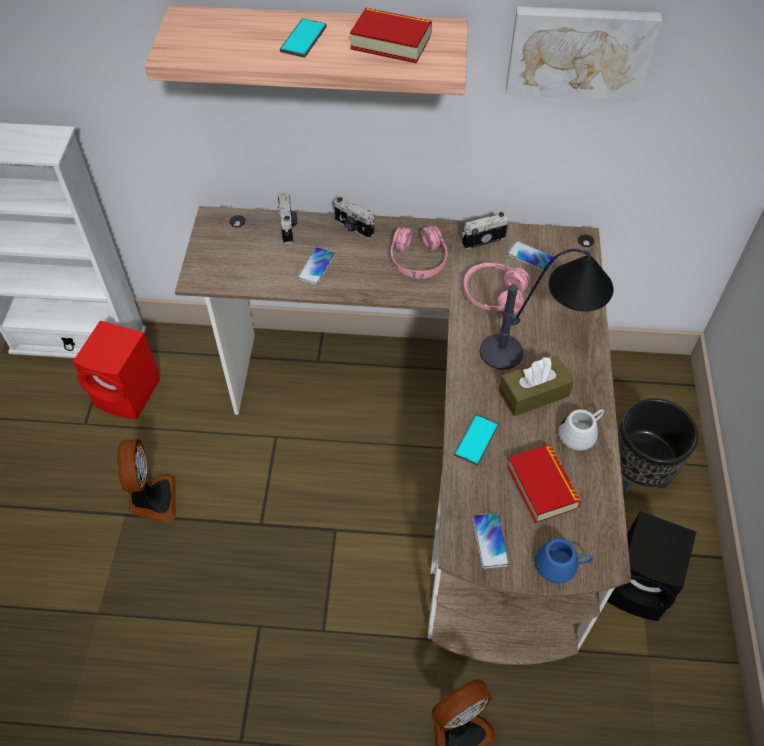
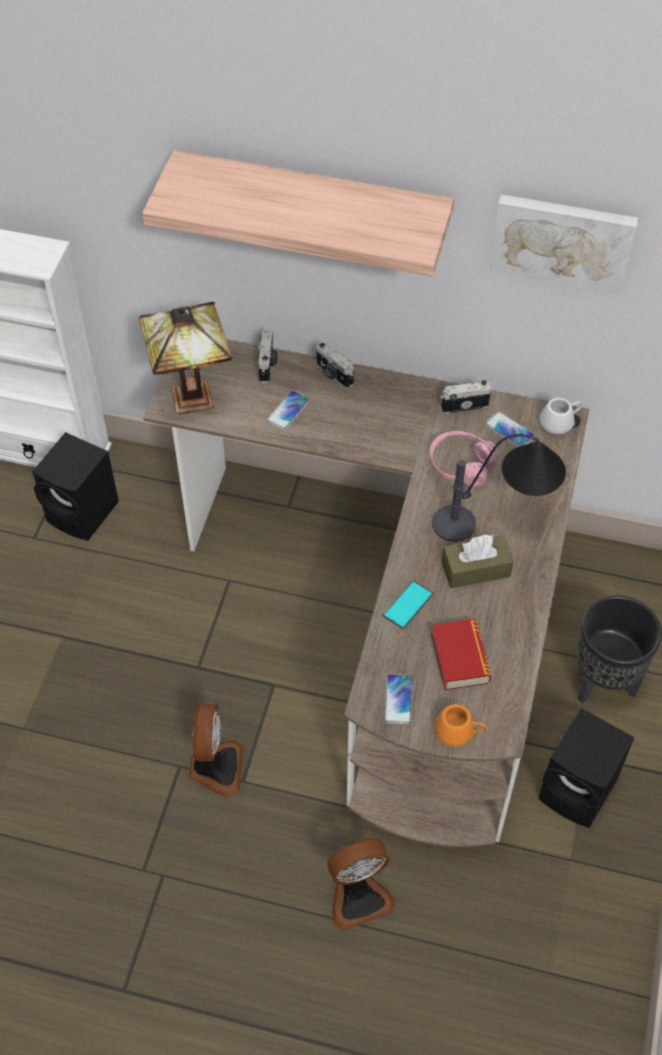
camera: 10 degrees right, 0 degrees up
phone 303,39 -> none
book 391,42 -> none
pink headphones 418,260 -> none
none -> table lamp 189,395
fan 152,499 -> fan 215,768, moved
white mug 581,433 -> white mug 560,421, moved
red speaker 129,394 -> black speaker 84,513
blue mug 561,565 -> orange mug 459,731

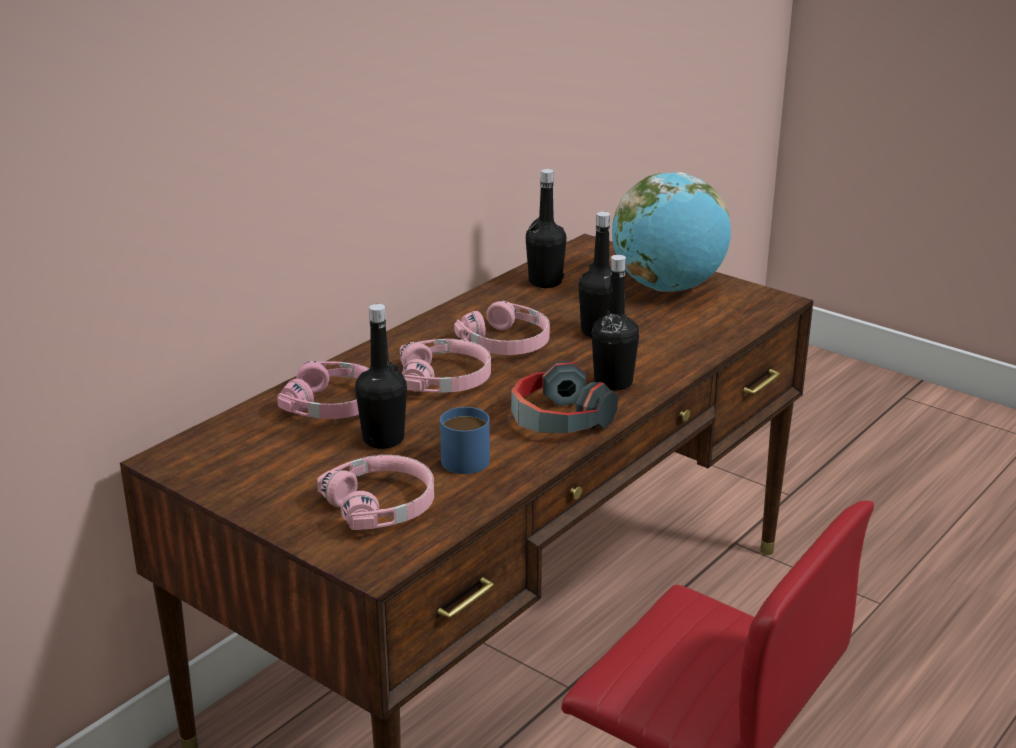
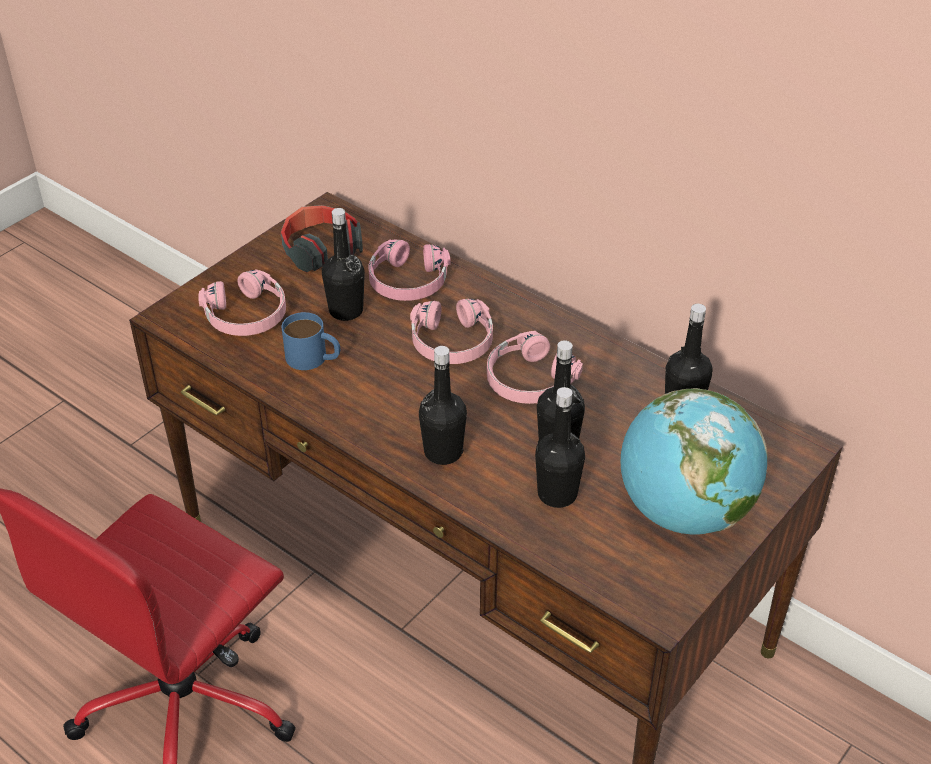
camera: 90 degrees right, 15 degrees up
none -> black bottle 557,494
headphones 558,420 -> headphones 321,249, moved

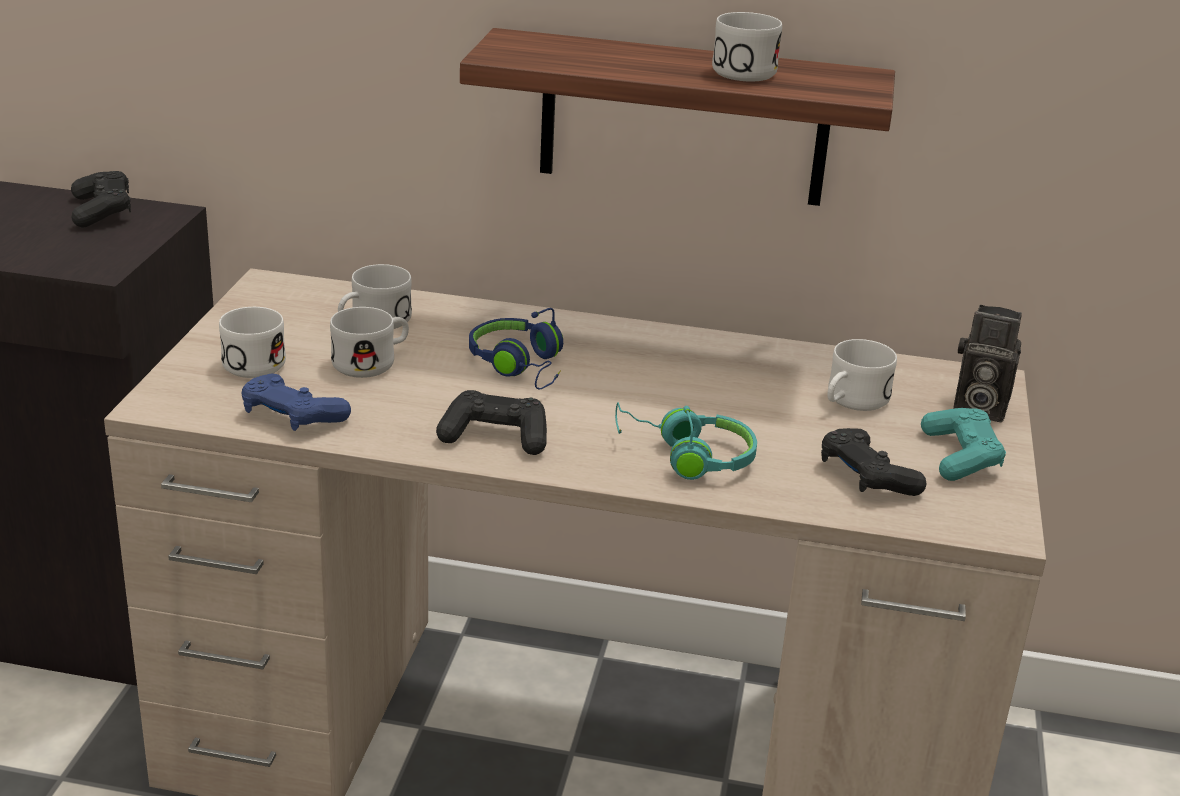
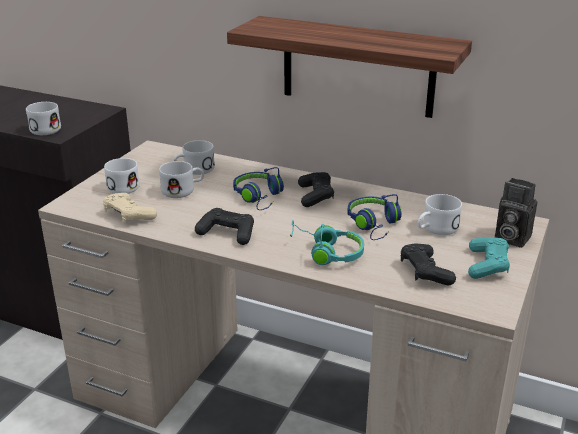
camera: 15 degrees right, 0 degrees up
none -> blue headphones 374,225
black game controller 102,211 -> black game controller 315,196, moved
white mug 740,69 -> white mug 47,128, moved
blue game controller 292,416 -> beige game controller 129,215

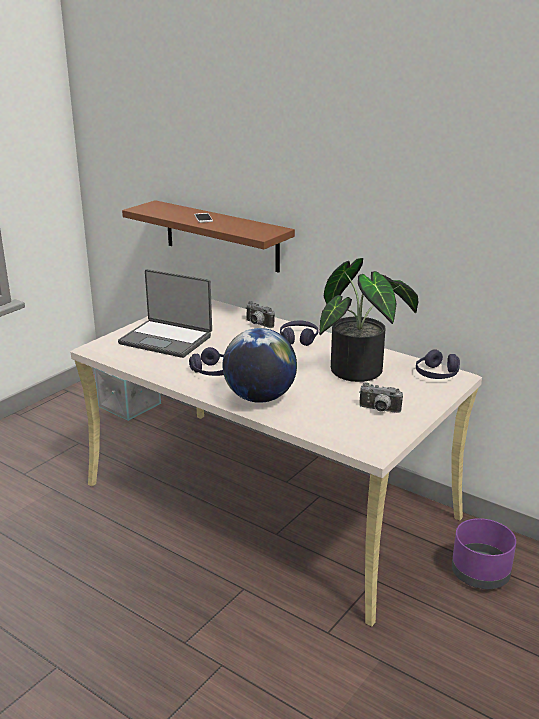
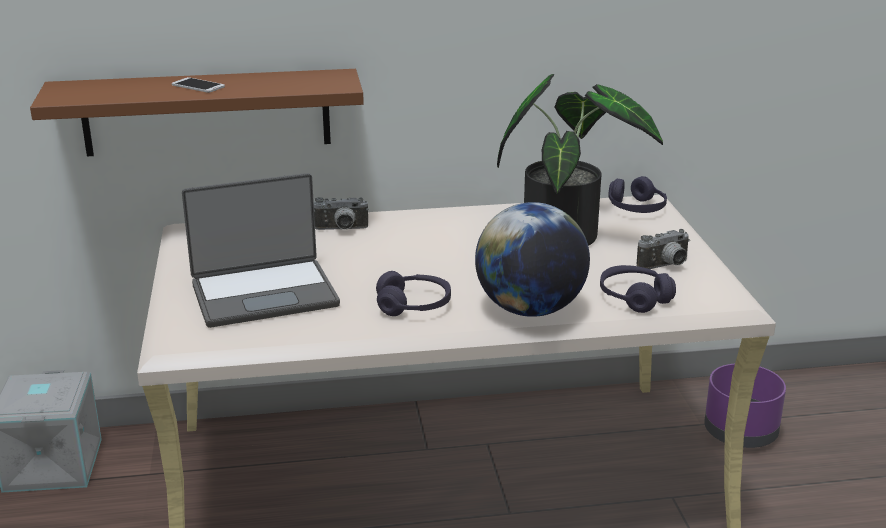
camera: 45 degrees left, 0 degrees up
purple headphones 298,339 -> purple headphones 634,298, moved

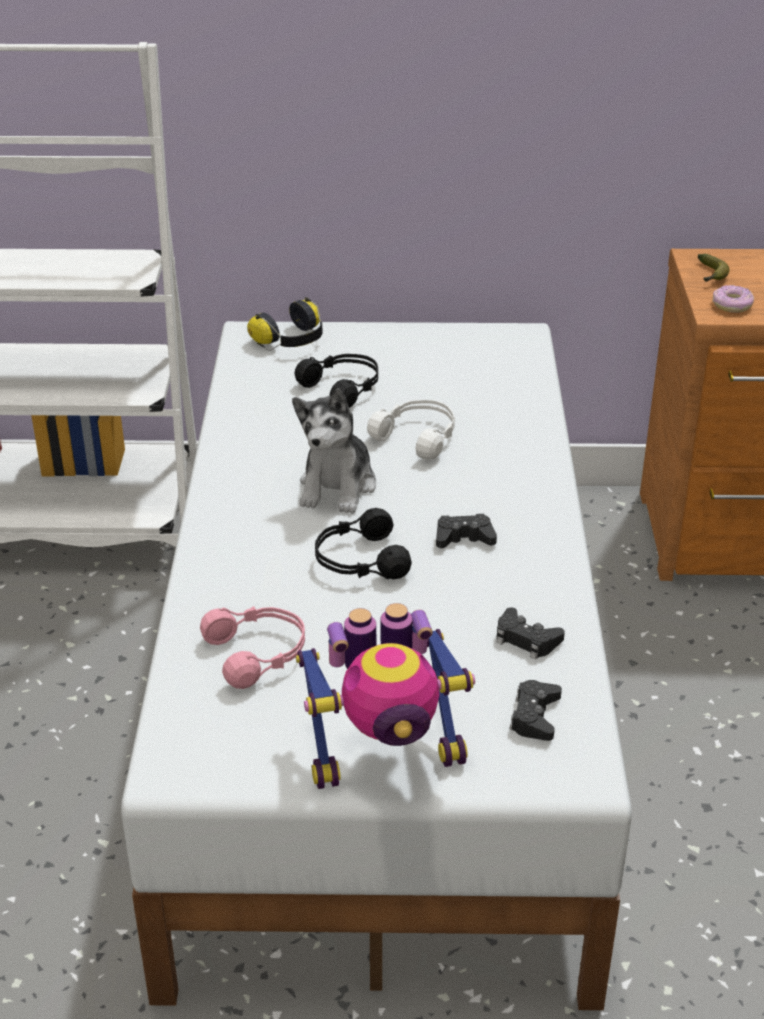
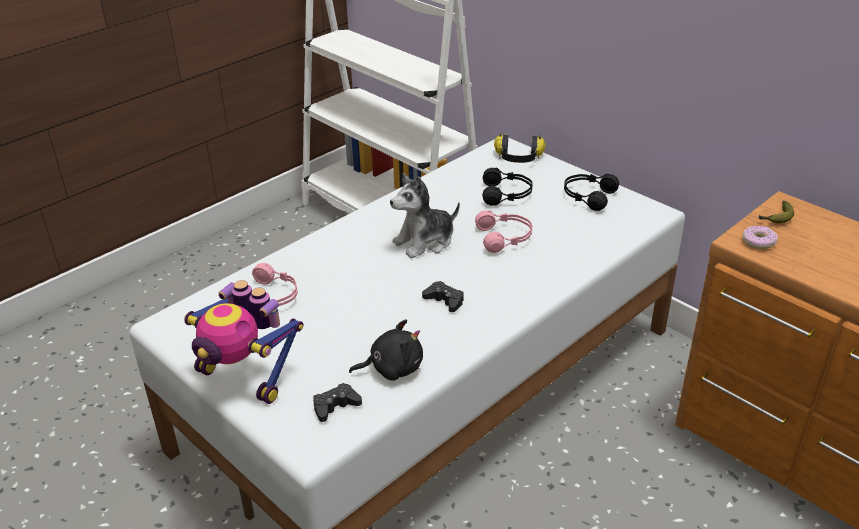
camera: 45 degrees right, 0 degrees up
black headphones 359,561 -> black headphones 588,197, moved
black game controller 526,639 -> black plush toy 392,368
white headphones 418,437 -> pink headphones 505,238

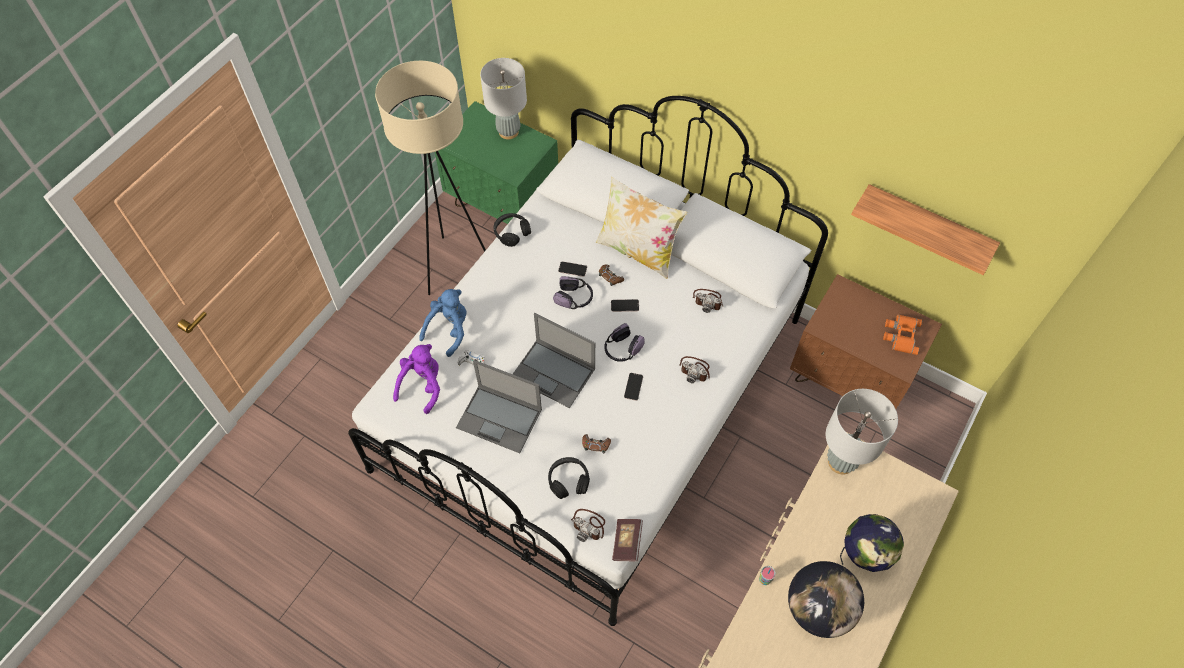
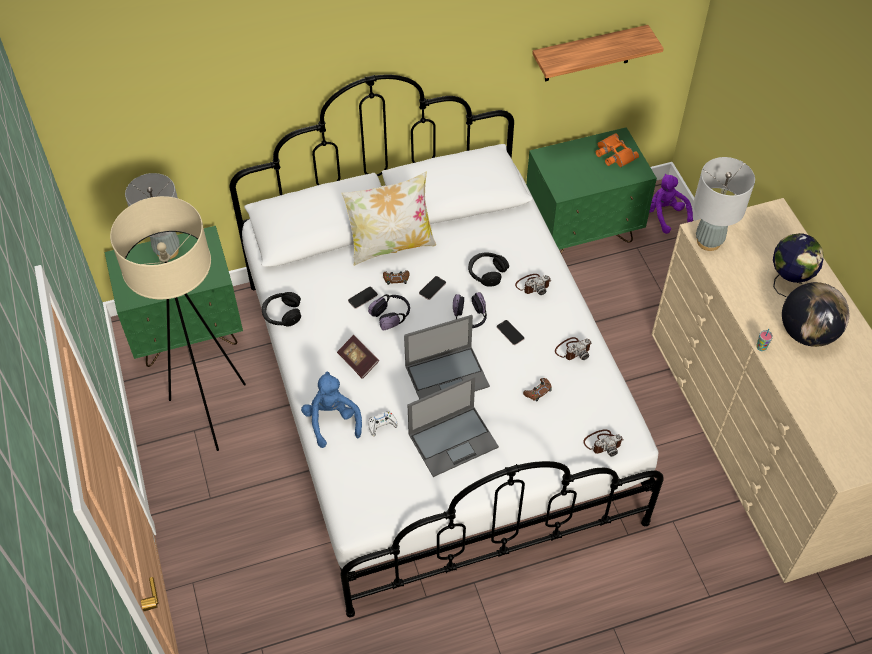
camera: 50 degrees left, 5 degrees down
purple plush toy 422,385 -> purple plush toy 665,215, moved
black headphones 568,480 -> black headphones 487,272, moved
book 627,543 -> book 358,361, moved
photo camera 708,300 -> photo camera 573,350, moved
brown nightstand 848,380 -> green nightstand 582,232

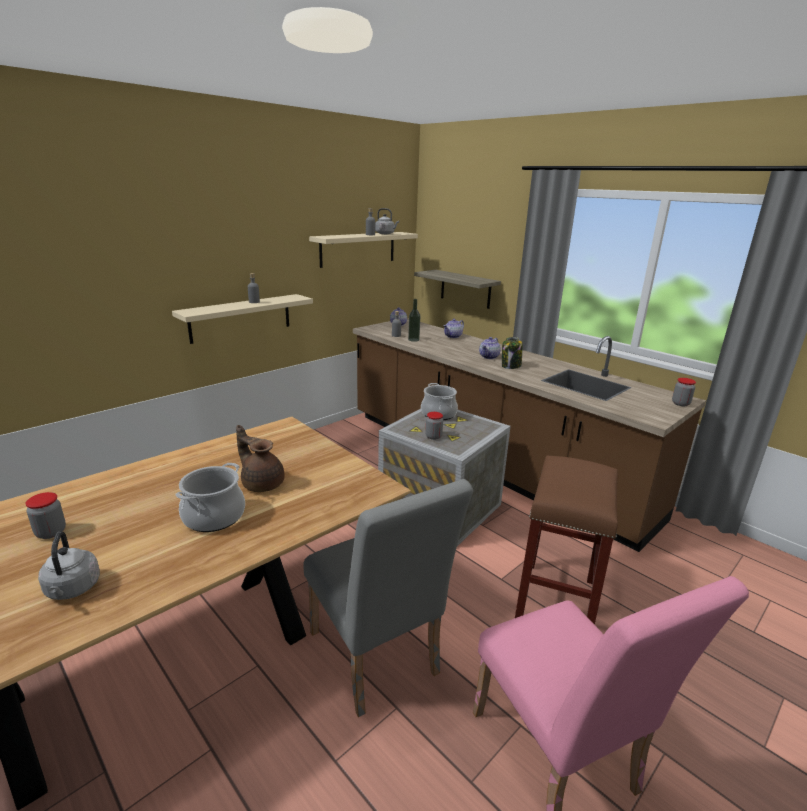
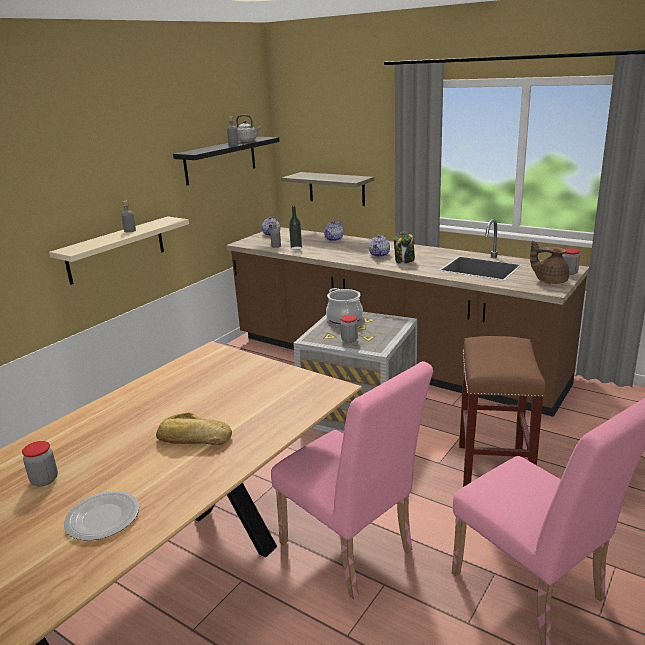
camera: 10 degrees left, 0 degrees up
brown teapot 262,483 -> brown teapot 550,281, moved
grey kettle 72,589 -> plate 103,518
cooking pot 214,516 -> bread 193,439
grey chair 377,660 -> pink chair 352,552
beige shelf 358,249 -> black shelf 220,160

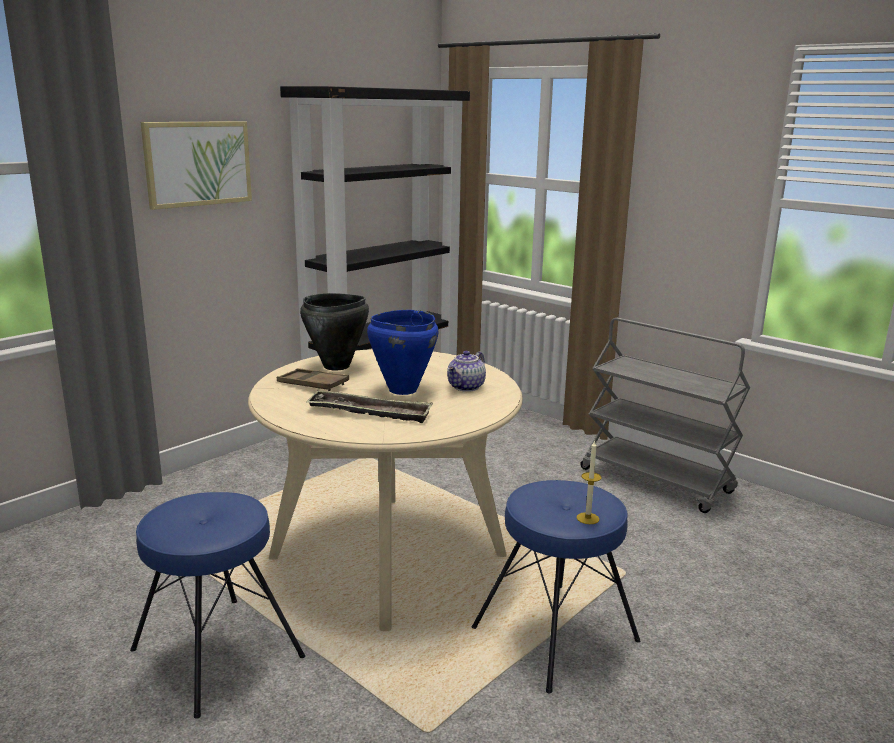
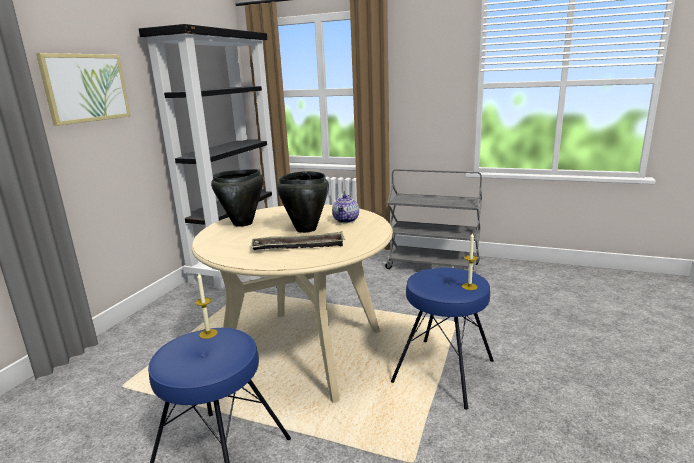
camera: 20 degrees left, 0 degrees up
brown tray 312,384 -> none
none -> candle 208,334
blue cooking pot 402,390 -> black cooking pot 305,229

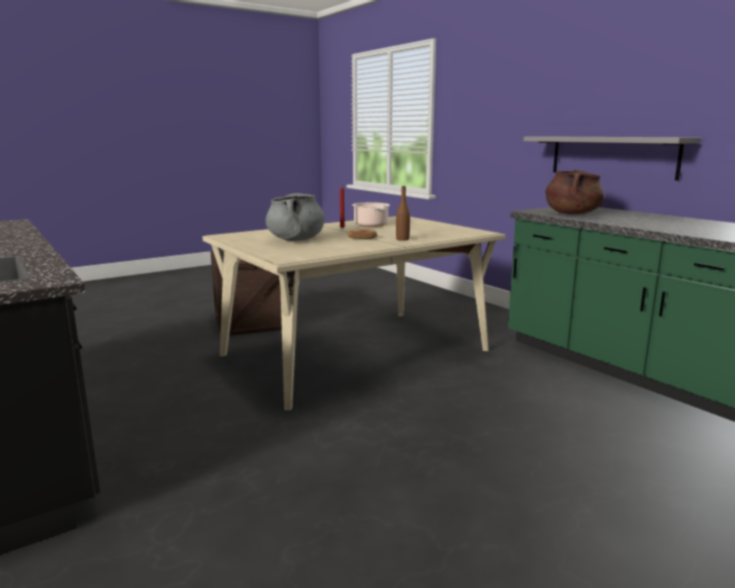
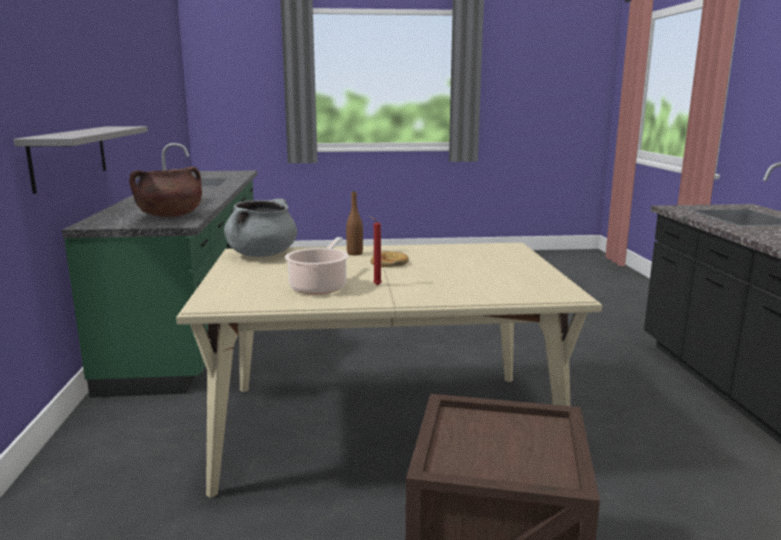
camera: 150 degrees left, 0 degrees up
grey cooking pot 296,240 -> grey cooking pot 262,254, moved

